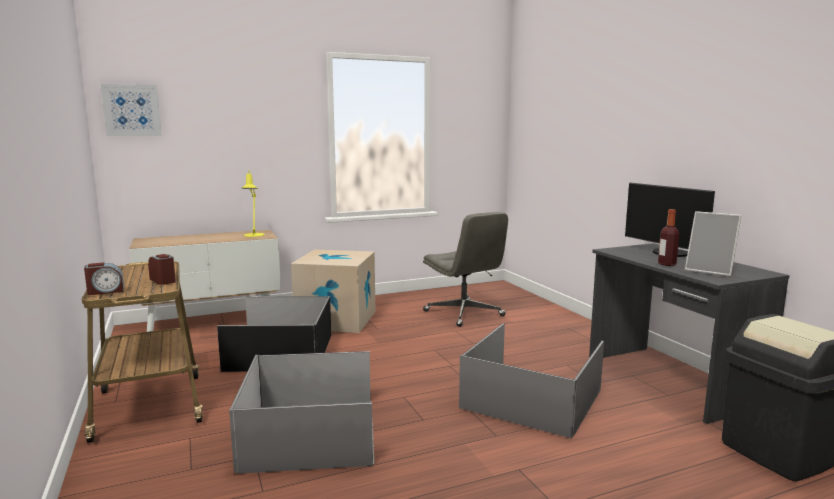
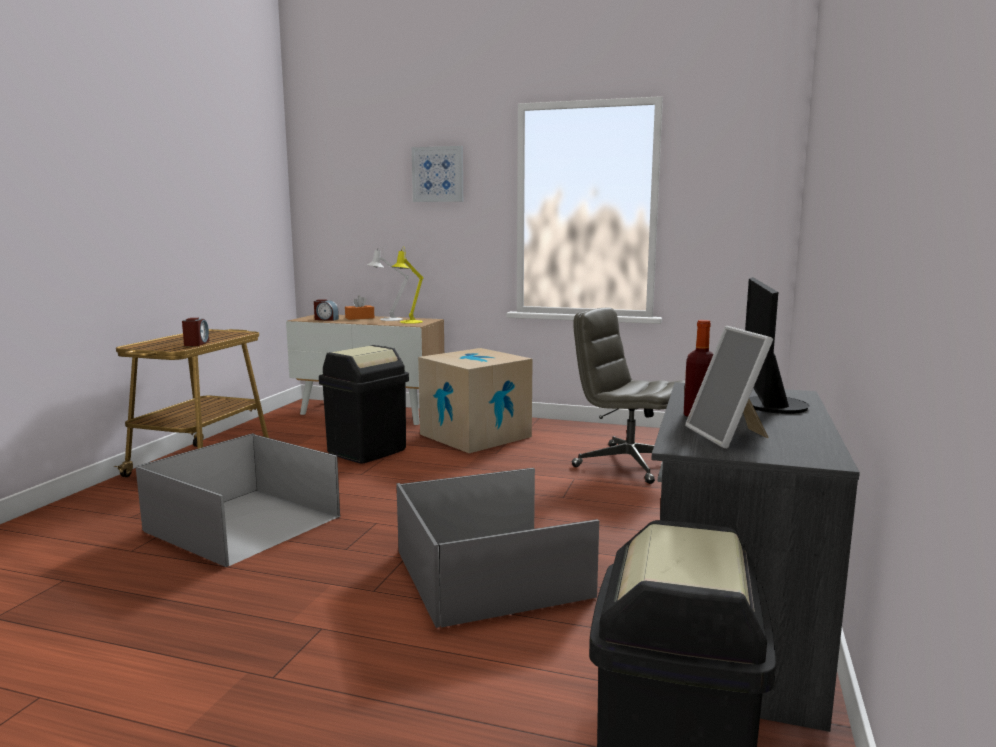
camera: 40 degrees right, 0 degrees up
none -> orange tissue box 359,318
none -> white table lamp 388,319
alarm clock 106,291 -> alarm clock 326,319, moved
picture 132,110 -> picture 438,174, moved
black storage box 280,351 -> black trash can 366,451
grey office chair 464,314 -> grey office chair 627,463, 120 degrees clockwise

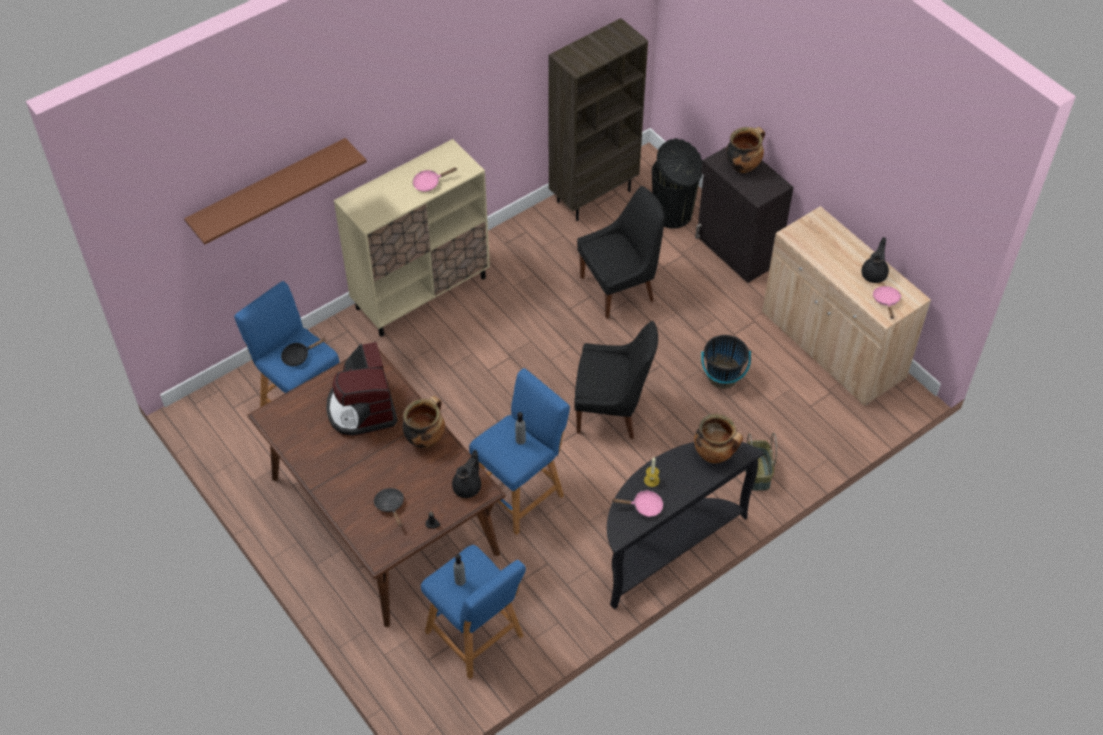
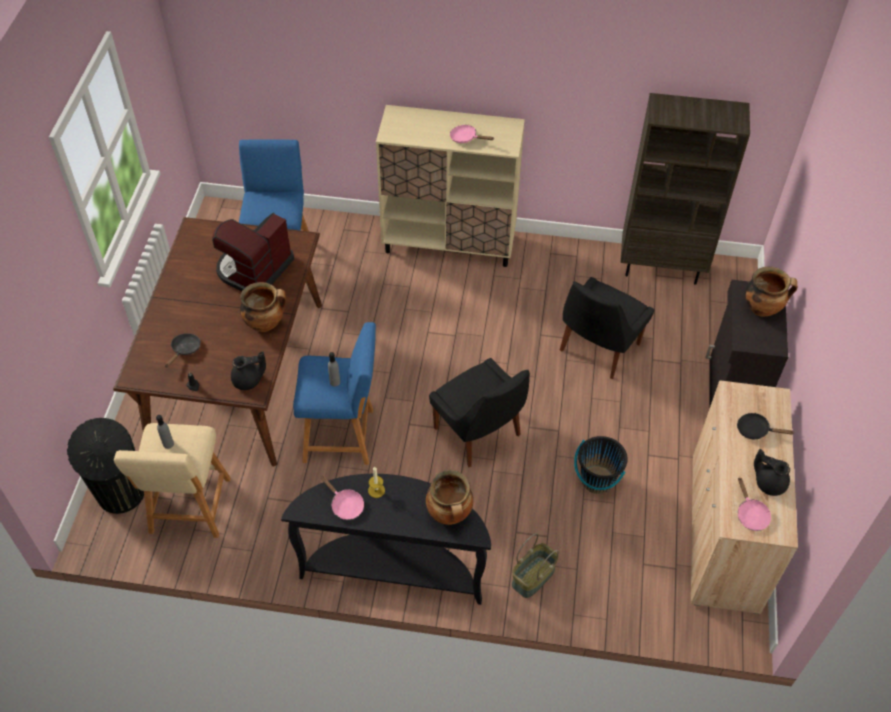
camera: 45 degrees right, 0 degrees up
brown shelf 269,189 -> none
black frying pan 298,356 -> black frying pan 756,430, moved
black trash can 673,214 -> black trash can 121,494, moved
blue stool 477,637 -> beige stool 189,509
black chair 619,288 -> black chair 597,349, 105 degrees clockwise
black teapot 874,274 -> black teapot 769,483, 120 degrees counterclockwise
pink frying pan 886,301 -> pink frying pan 750,514, 120 degrees clockwise

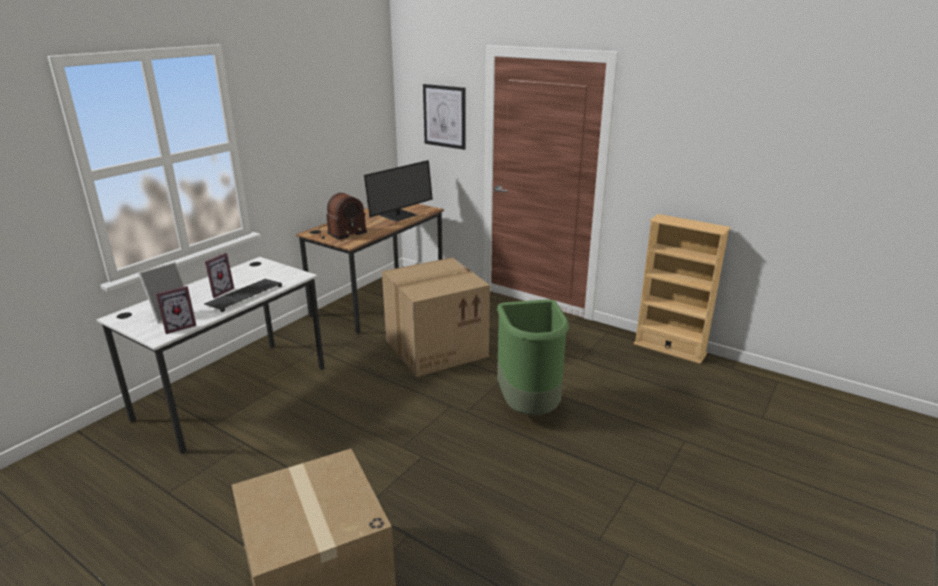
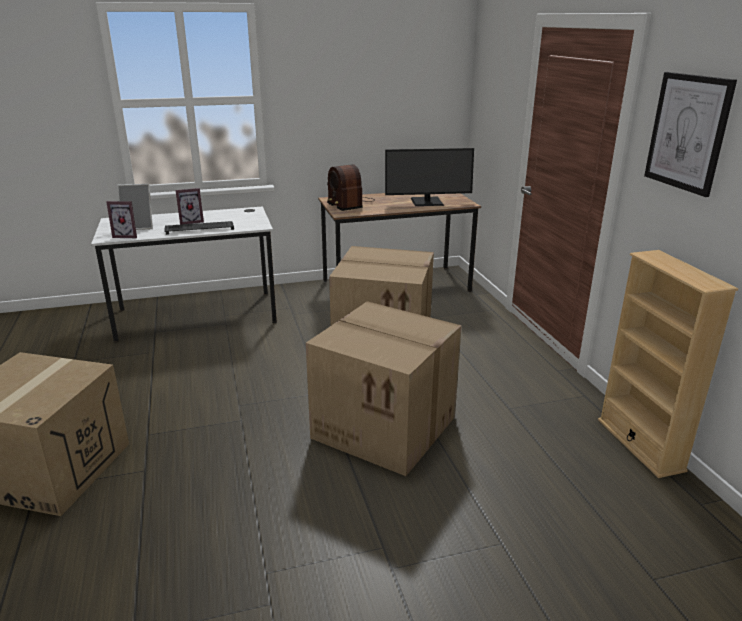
camera: 40 degrees right, 0 degrees up
picture 444,116 -> picture 687,132, moved
green trash can 529,407 -> cardboard box 386,427
radio 338,233 -> radio 349,204, 60 degrees clockwise

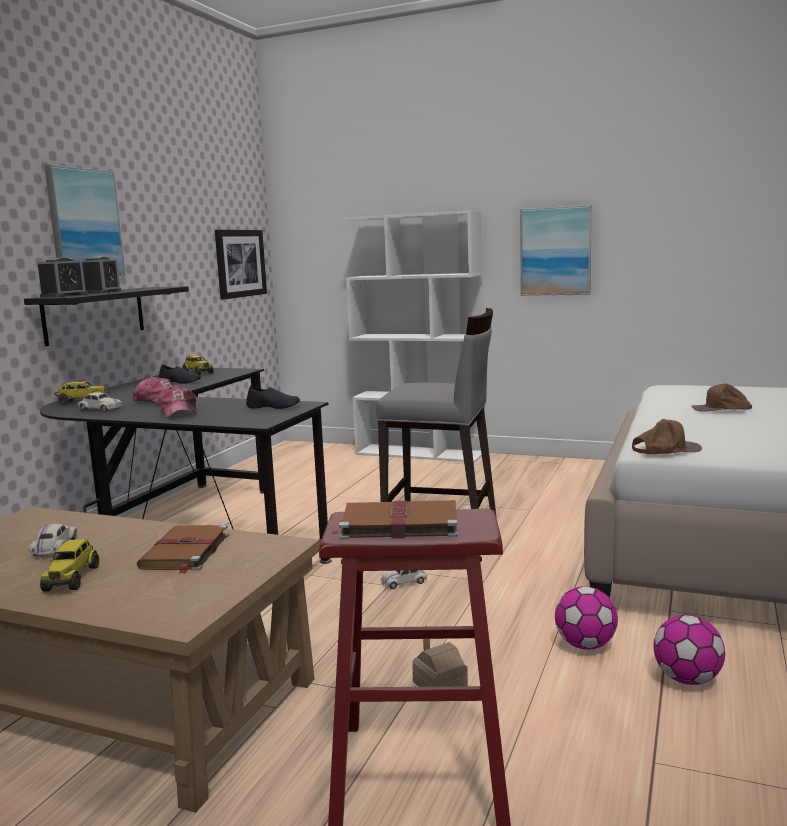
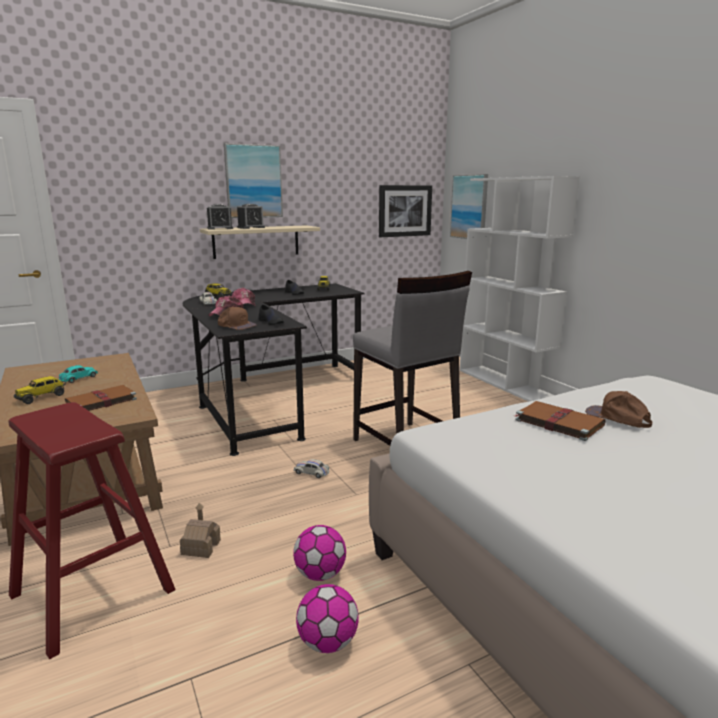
camera: 40 degrees right, 5 degrees up
brown book 397,524 -> brown book 557,422, moved
picture 555,251 -> picture 469,207, moved
brown cap 665,449 -> brown cap 236,325, moved
black shelf 95,315 -> beige shelf 256,241
white toy car 55,547 -> turquoise toy car 78,378

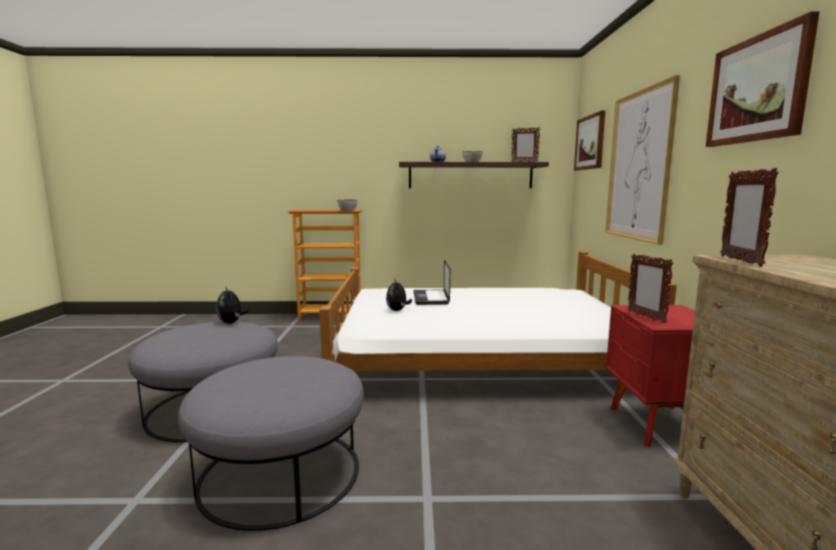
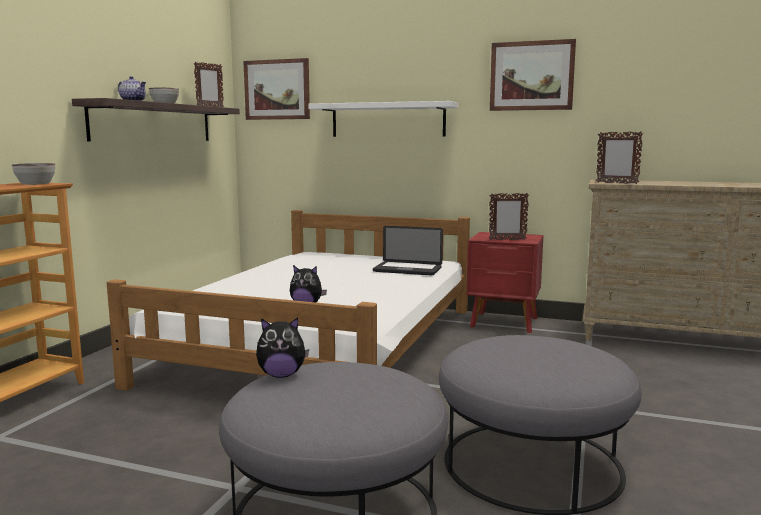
camera: 70 degrees left, 0 degrees up
laptop 430,298 -> laptop 407,270, moved
picture 639,166 -> white shelf 388,120

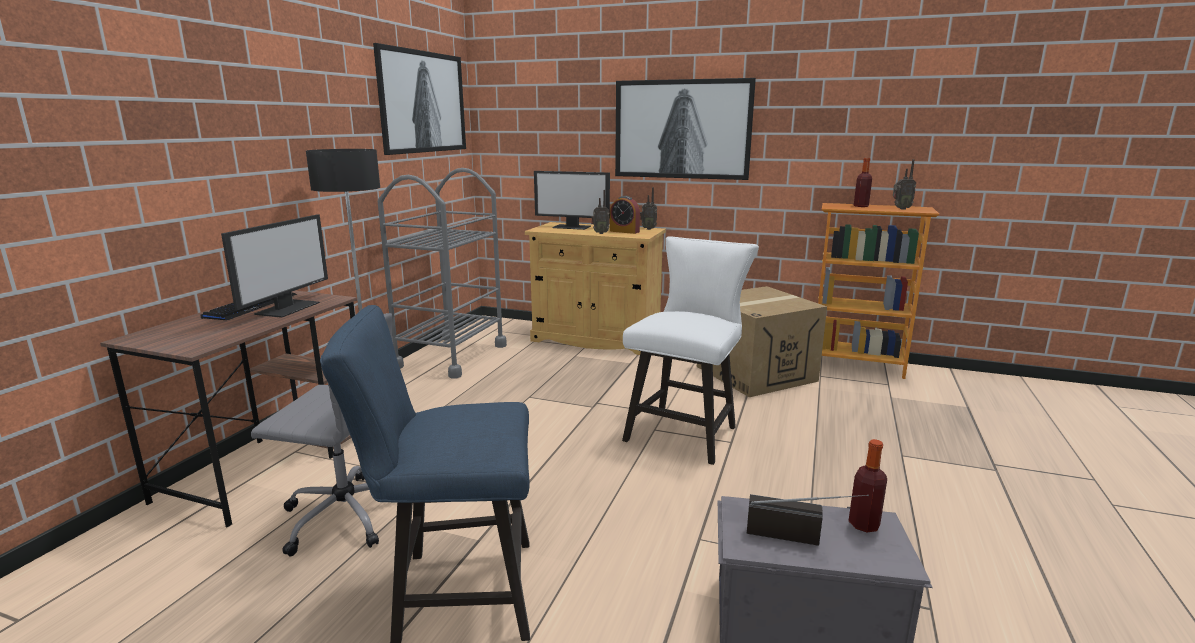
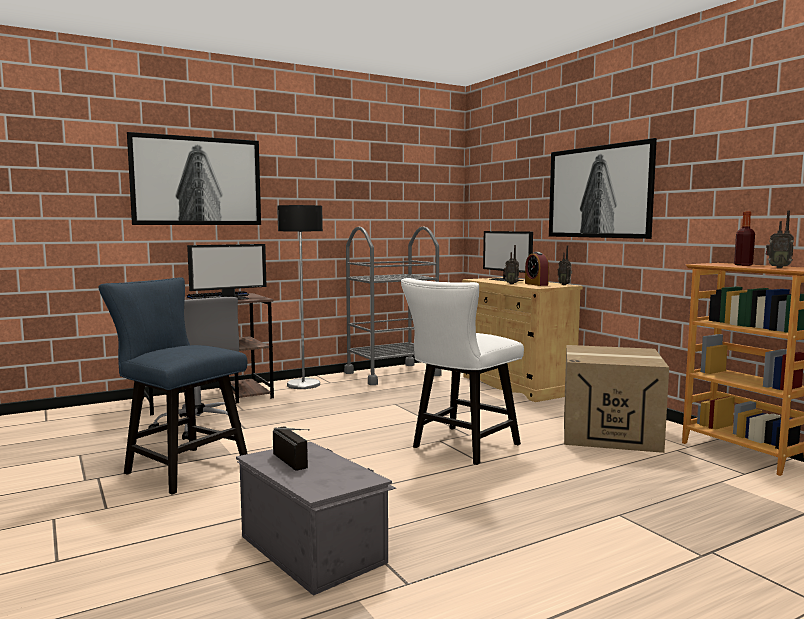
camera: 40 degrees right, 10 degrees down
bottle 863,524 -> none
picture 423,102 -> picture 197,181, moved
white chair 685,431 -> white chair 460,447, 150 degrees clockwise

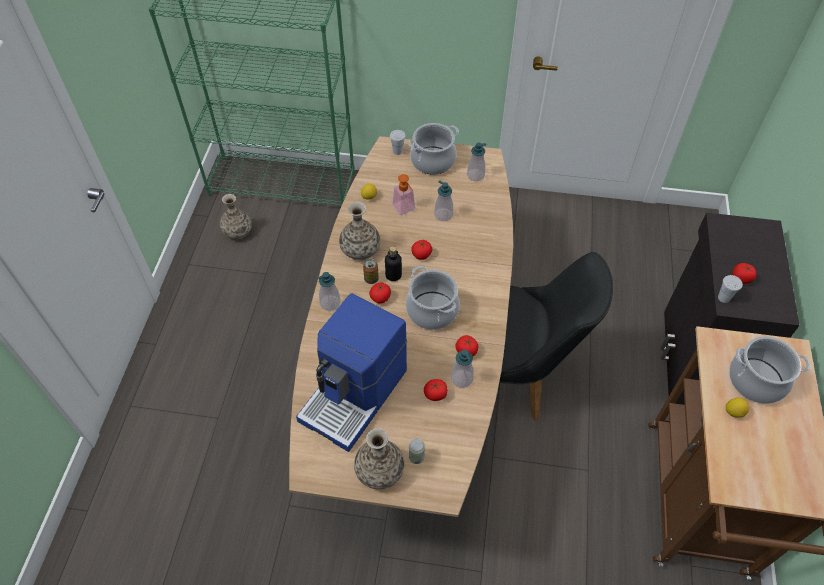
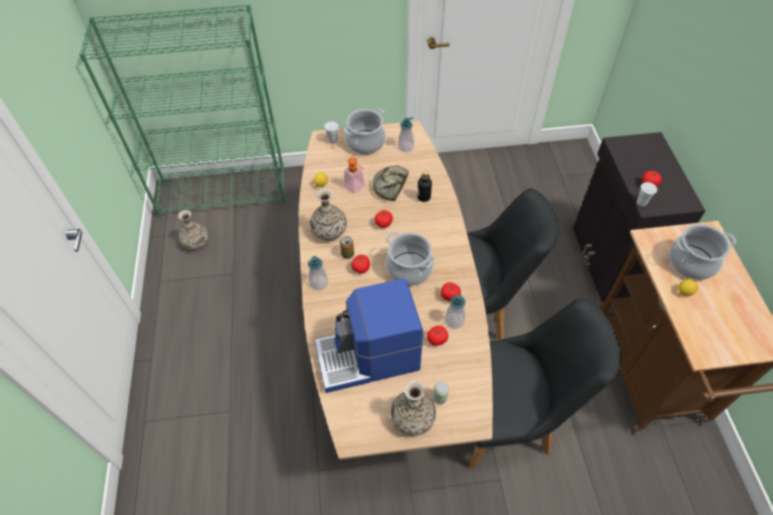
camera: 15 degrees left, 0 degrees up
none -> black chair 512,418
bottle 393,275 -> bottle 424,197, moved
soap dispenser 443,215 -> bread 390,186
coffee machine 355,395 -> coffee machine 368,358, 60 degrees clockwise

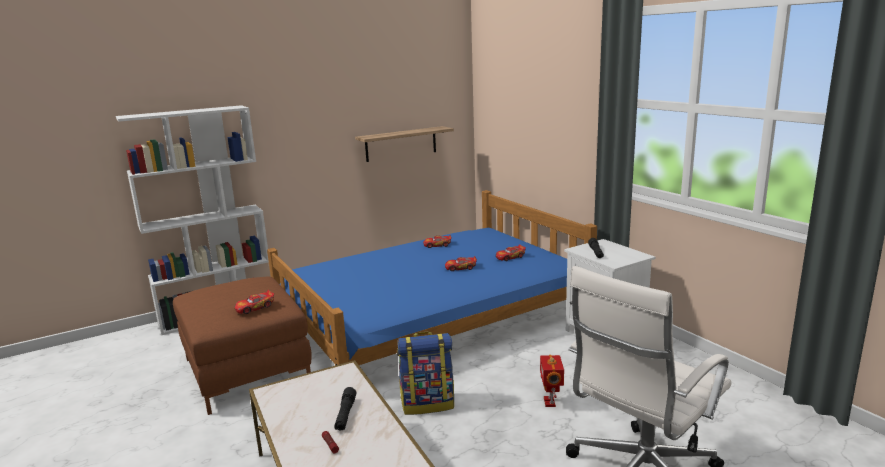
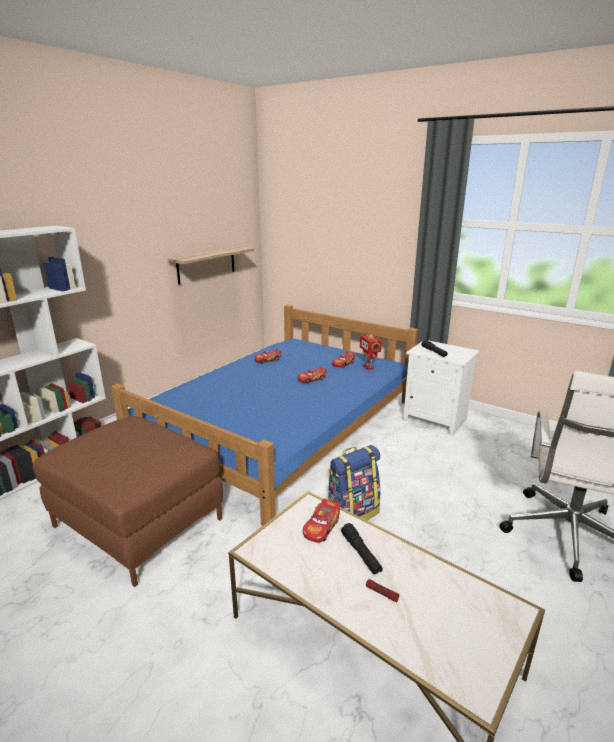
camera: 25 degrees left, 5 degrees up
toy car 255,307 -> toy car 321,527, moved
toy robot 550,402 -> toy robot 369,367, moved

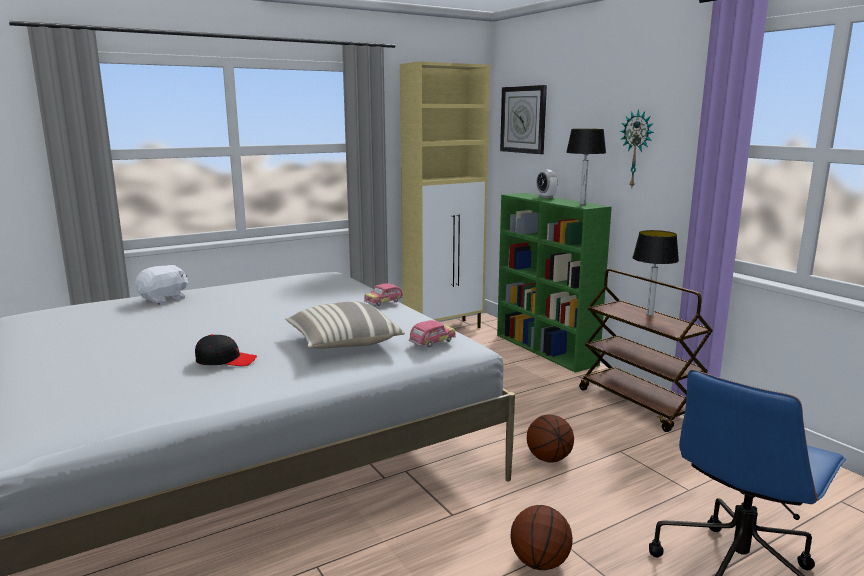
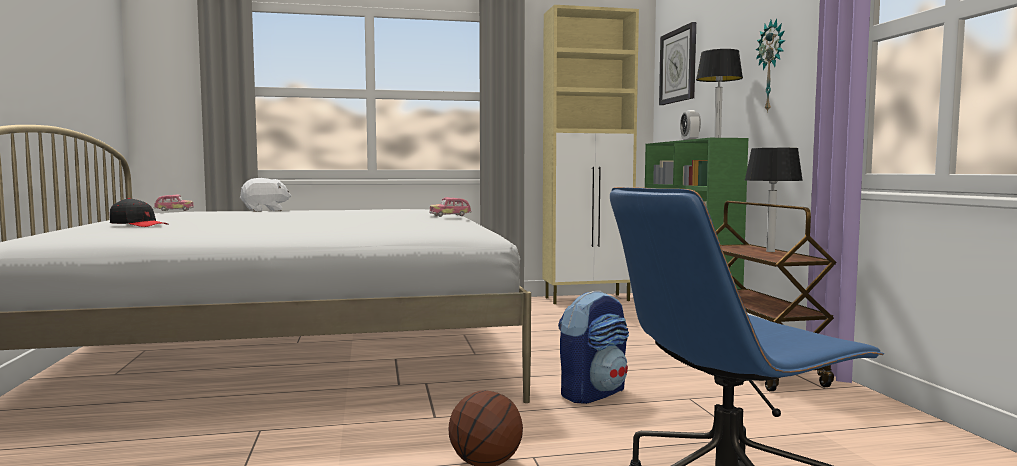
camera: 20 degrees right, 10 degrees down
pillow 343,343 -> none
black cap 225,360 -> black cap 139,225, moved
toy car 432,342 -> toy car 174,210, moved
basketball 548,458 -> backpack 593,393

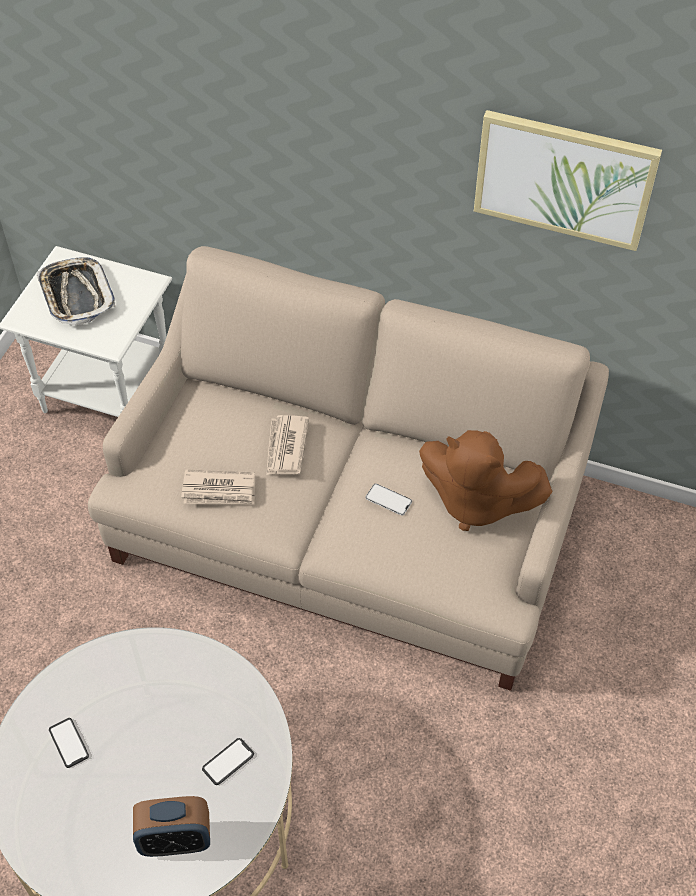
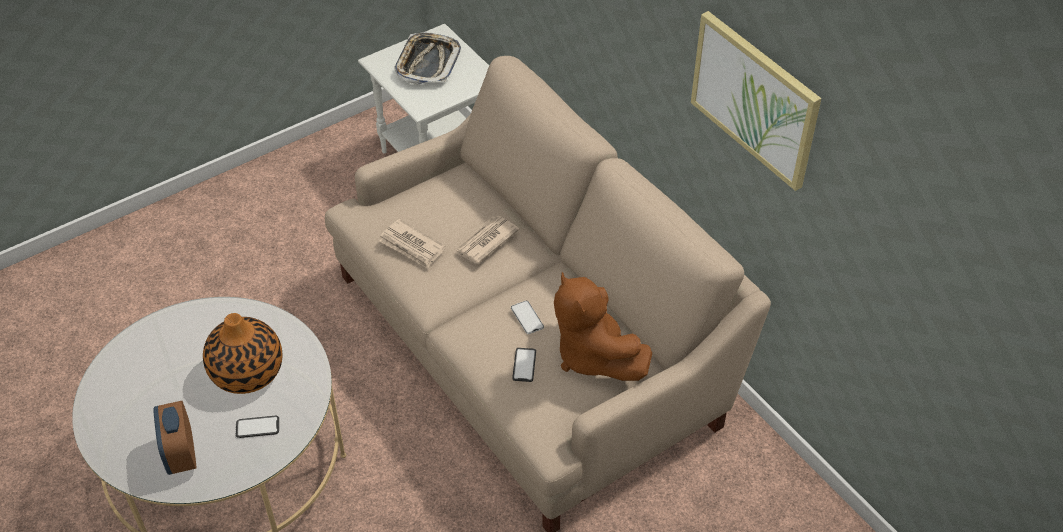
camera: 35 degrees right, 5 degrees down
none -> vase 247,371
phone 68,743 -> phone 524,365, moved
alarm clock 176,840 -> alarm clock 181,455, 45 degrees clockwise

